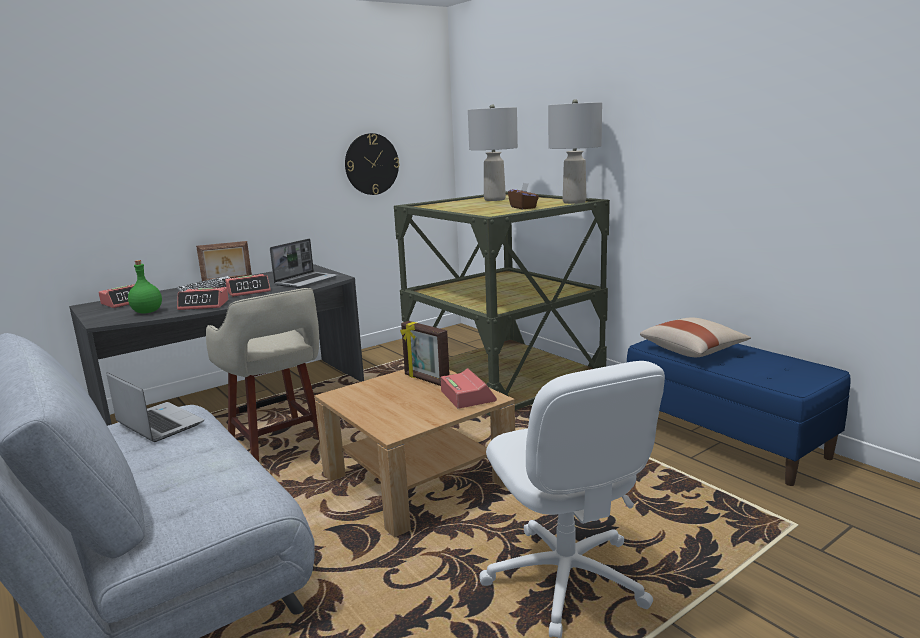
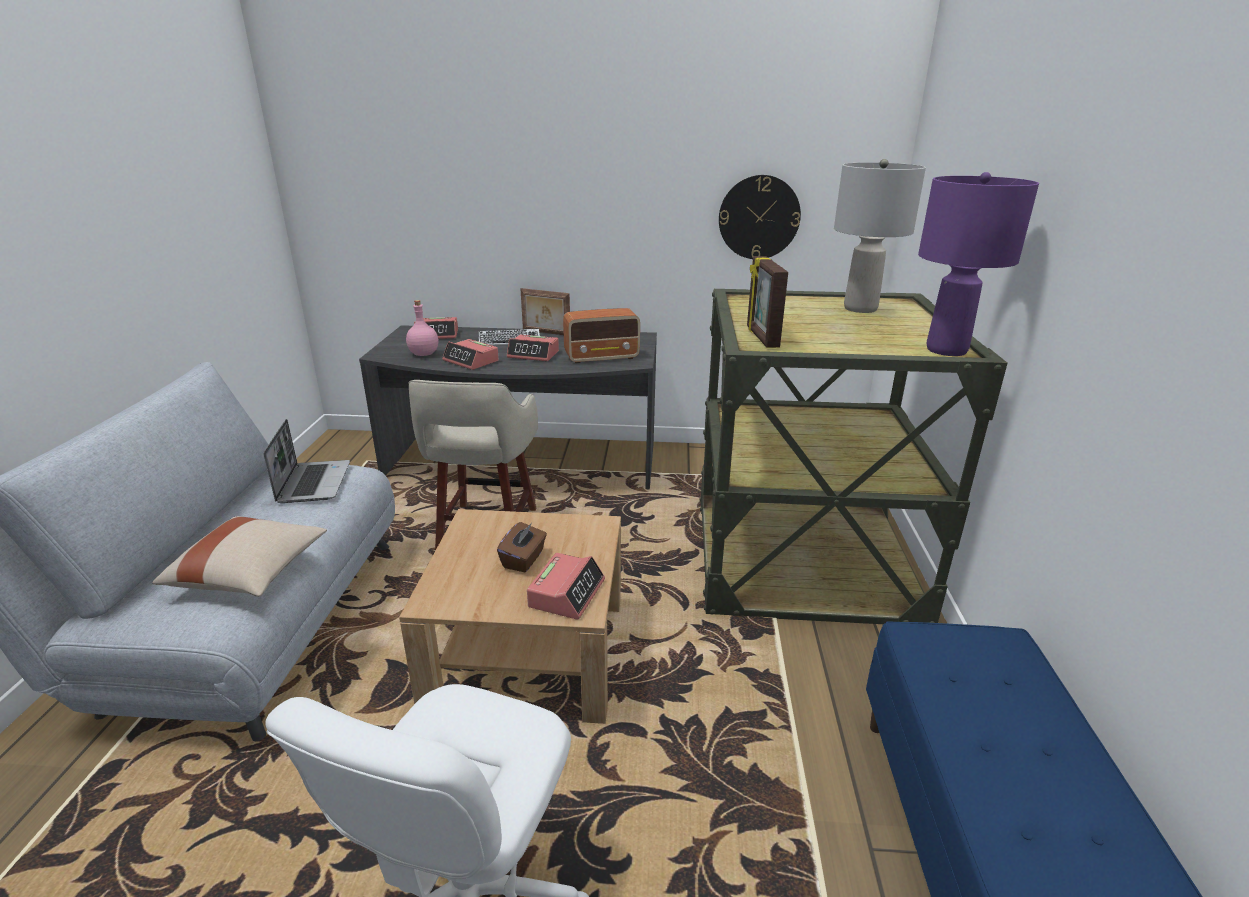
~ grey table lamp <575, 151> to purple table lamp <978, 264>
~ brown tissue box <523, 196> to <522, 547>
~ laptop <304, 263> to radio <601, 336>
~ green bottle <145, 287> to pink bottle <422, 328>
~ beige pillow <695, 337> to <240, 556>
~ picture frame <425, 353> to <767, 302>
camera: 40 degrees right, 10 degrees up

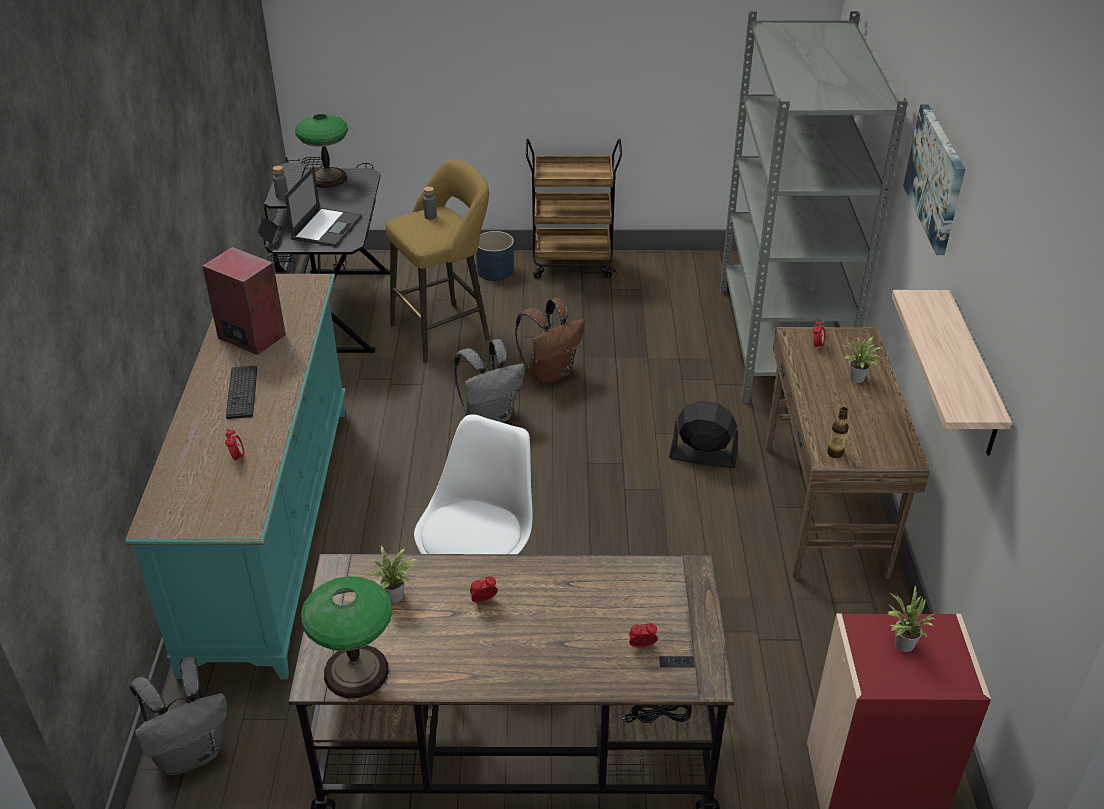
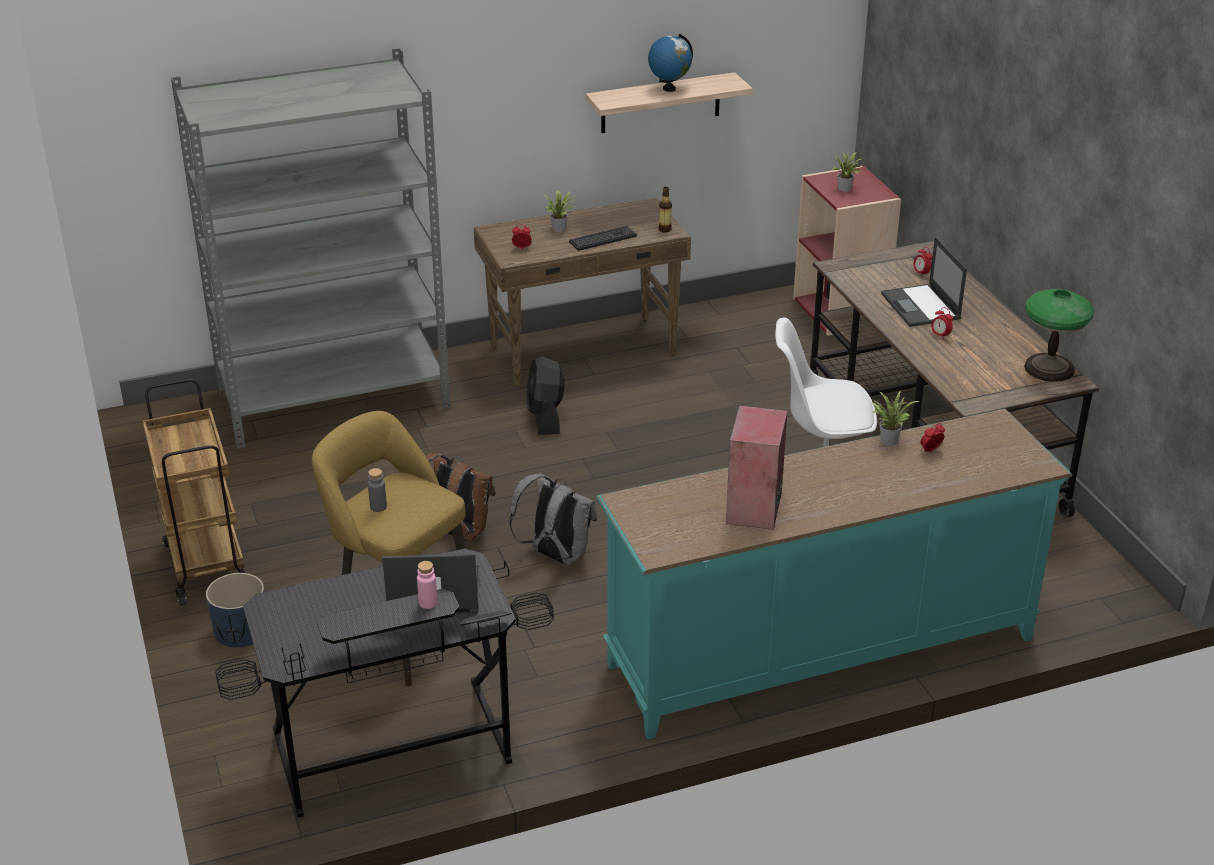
- picture <934, 179>
- table lamp <321, 151>
~ grey bottle <280, 183> to pink bottle <427, 585>
~ keyboard <241, 392> to <603, 238>
~ potted plant <393, 574> to <895, 418>
- grey backpack <178, 716>
+ globe <670, 63>
+ laptop <924, 282>
camera: 110 degrees left, 5 degrees down

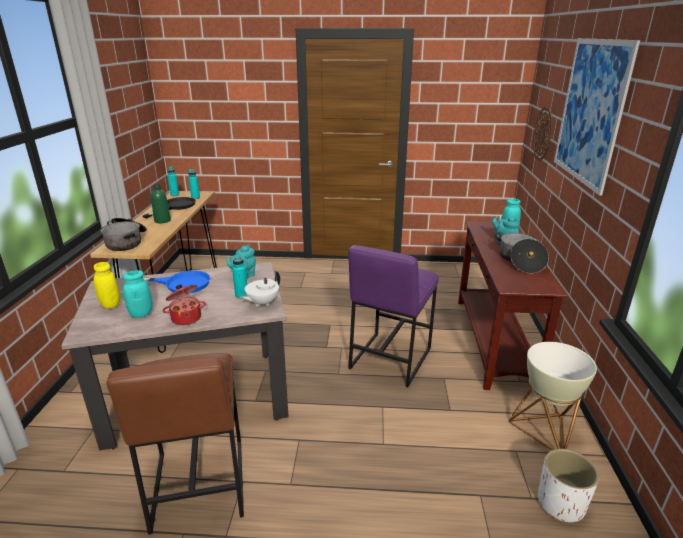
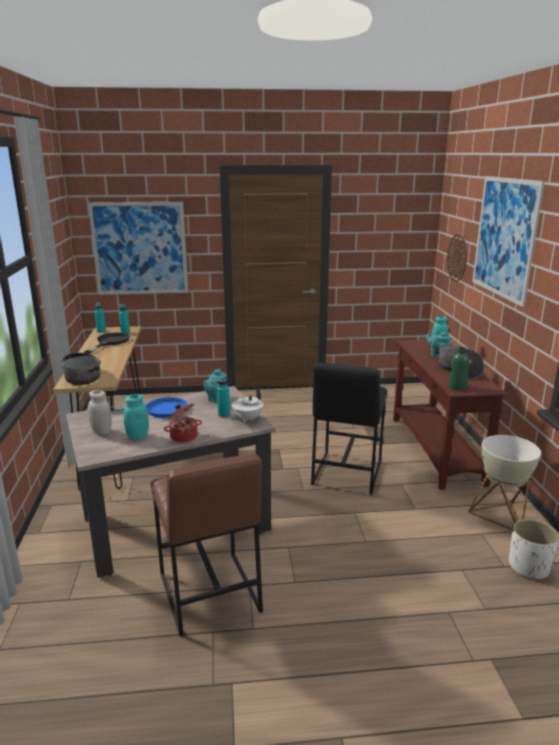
~ green bottle <161, 203> to <458, 368>
~ purple chair <393, 316> to black chair <349, 429>
~ yellow jar <107, 285> to white jar <100, 412>
+ picture <138, 248>
camera: 10 degrees left, 5 degrees down

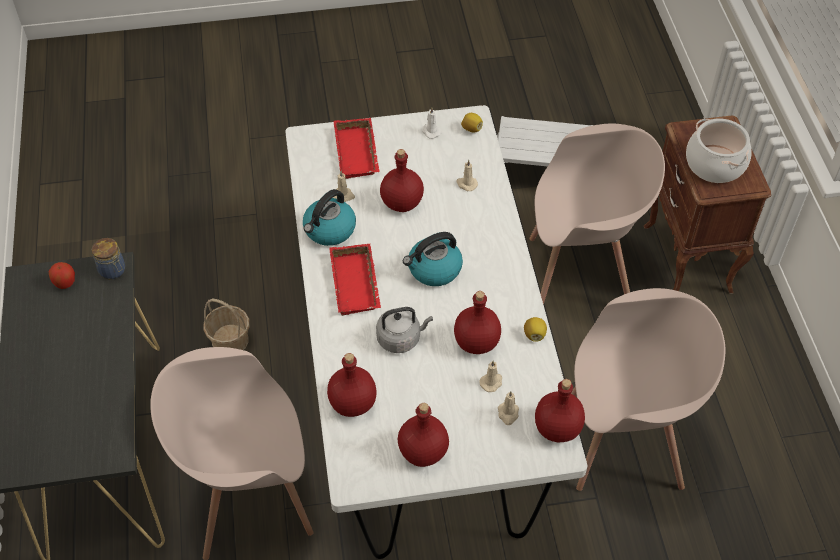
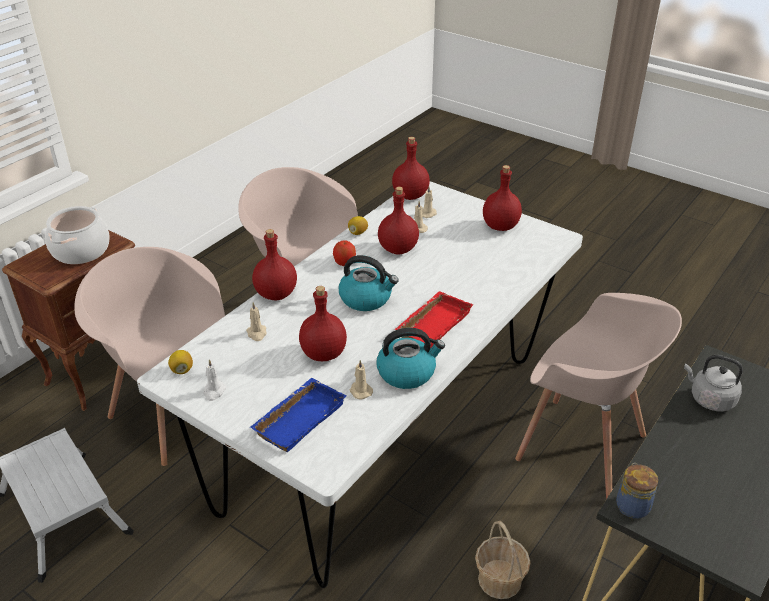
~ red tray <357, 148> to blue tray <298, 415>
~ apple <62, 275> to <344, 253>
~ grey kettle <404, 330> to <713, 383>
~ red bottle <352, 385> to <274, 265>
camera: 135 degrees left, 15 degrees down

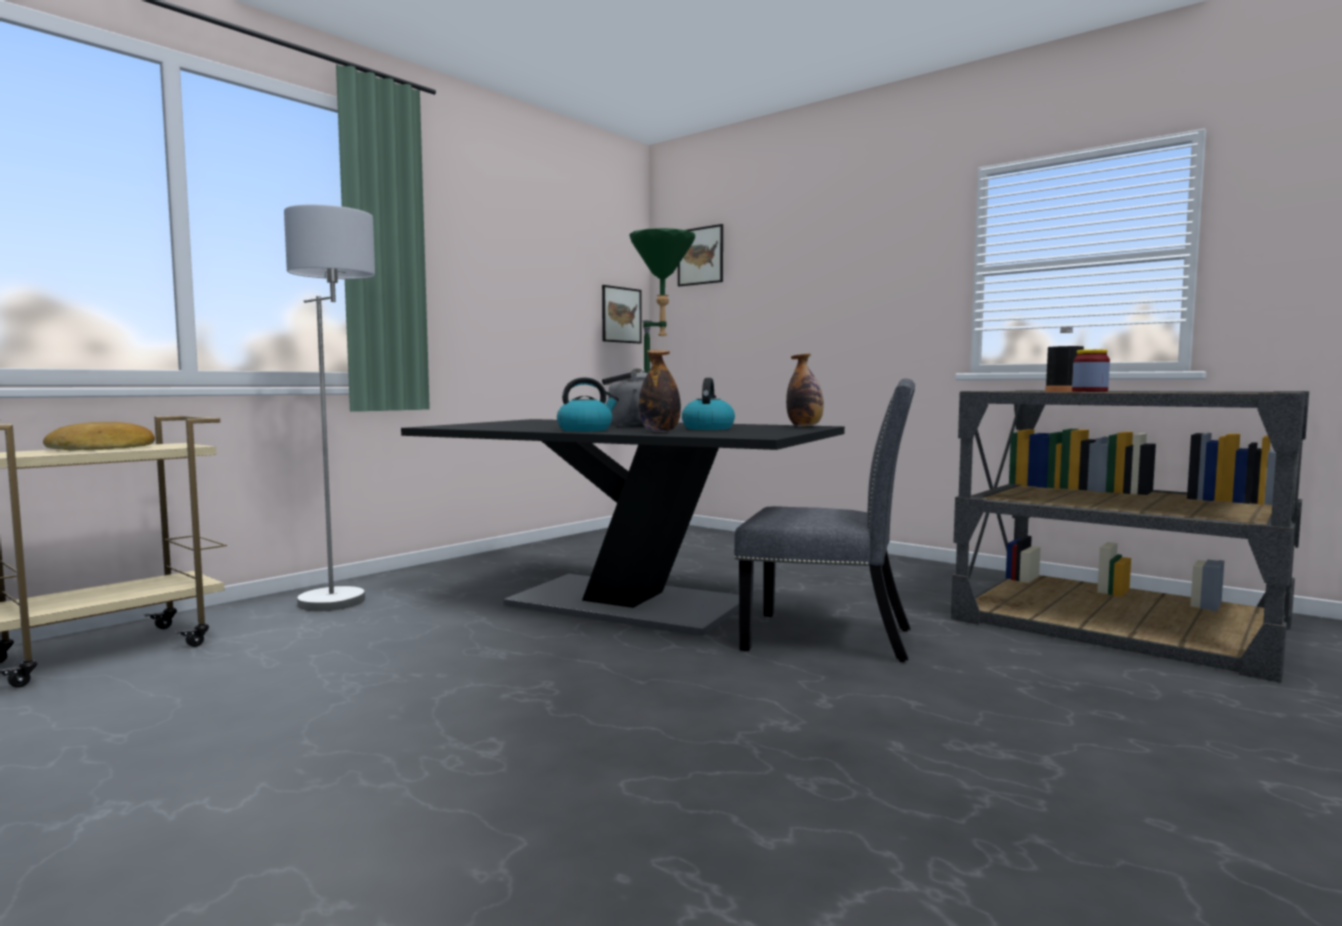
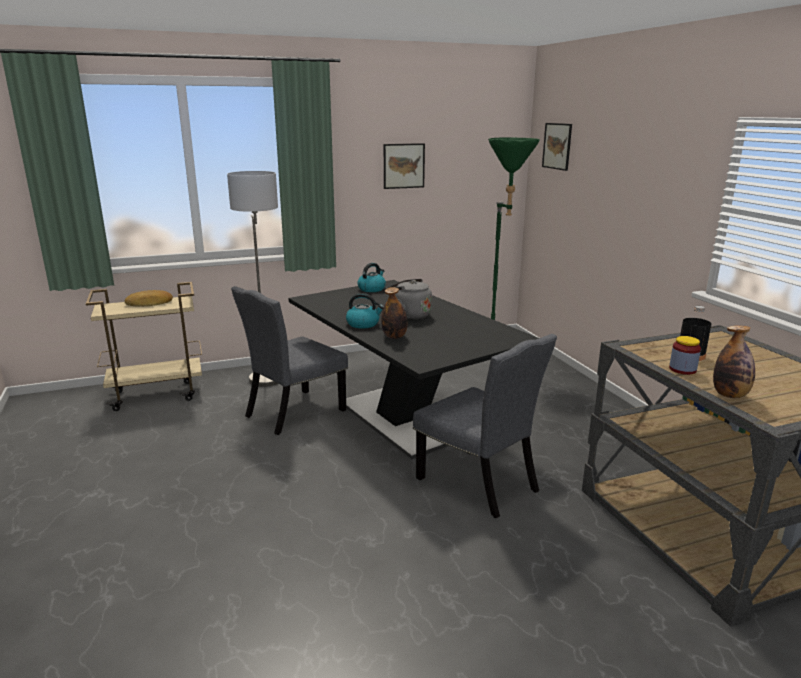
~ picture <622, 314> to <404, 166>
~ bottle <804, 390> to <734, 362>
~ kettle <708, 404> to <372, 277>
+ grey chair <289, 360>
camera: 30 degrees right, 15 degrees up

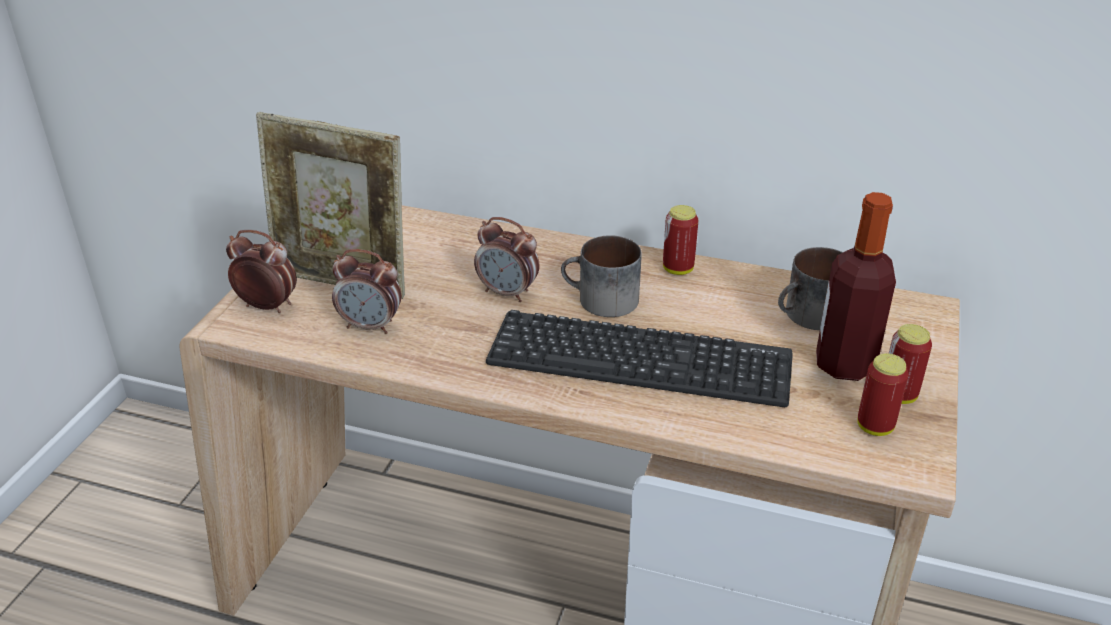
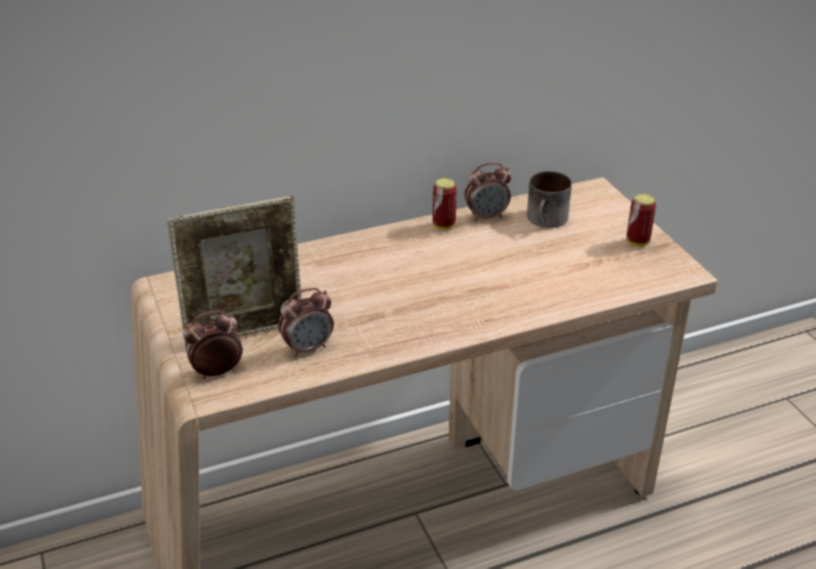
- bottle <856, 286>
~ alarm clock <507, 259> to <488, 192>
- mug <601, 276>
- keyboard <639, 358>
- can <882, 394>
camera: 40 degrees left, 0 degrees up

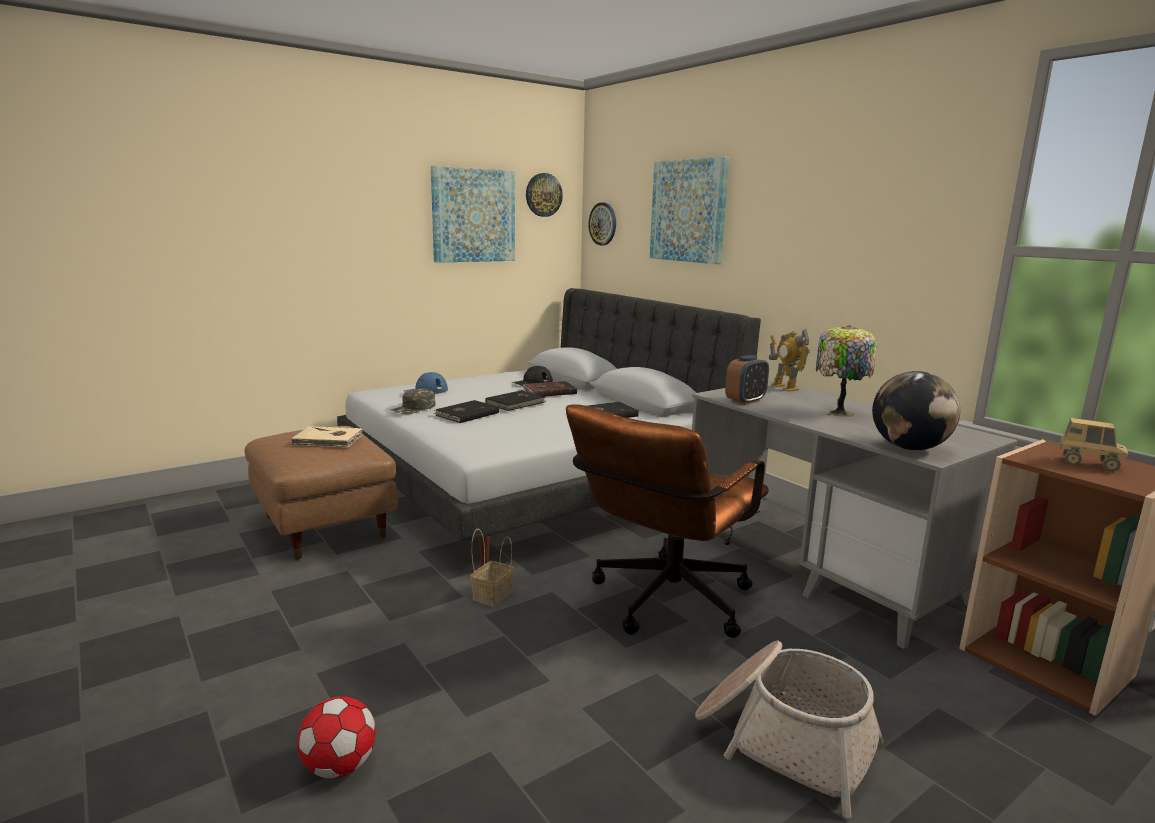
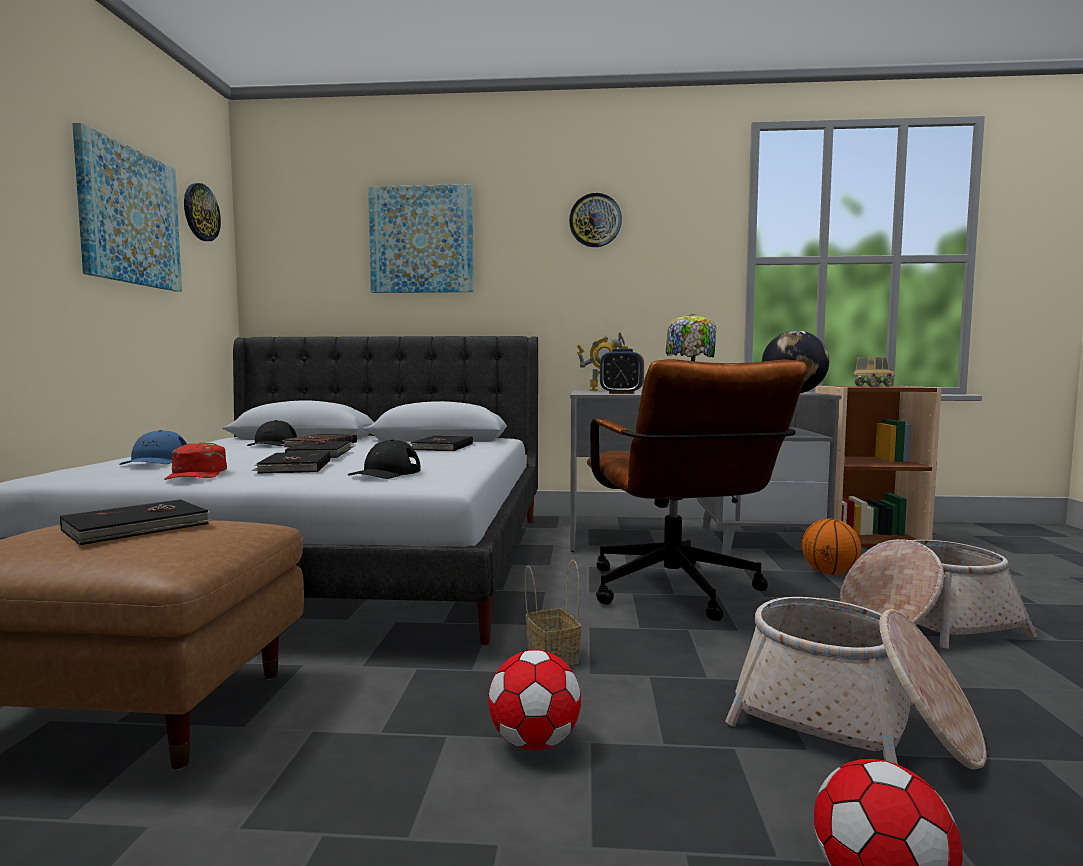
~ wall clock <602, 223> to <595, 220>
~ alarm clock <747, 380> = <622, 371> 105 degrees clockwise
~ green cap <412, 401> to red cap <195, 461>
~ beige book <326, 437> to black book <136, 522>
+ black cap <384, 459>
+ basketball <831, 546>
+ basket <856, 683>
+ football <534, 700>
camera: 50 degrees left, 10 degrees down

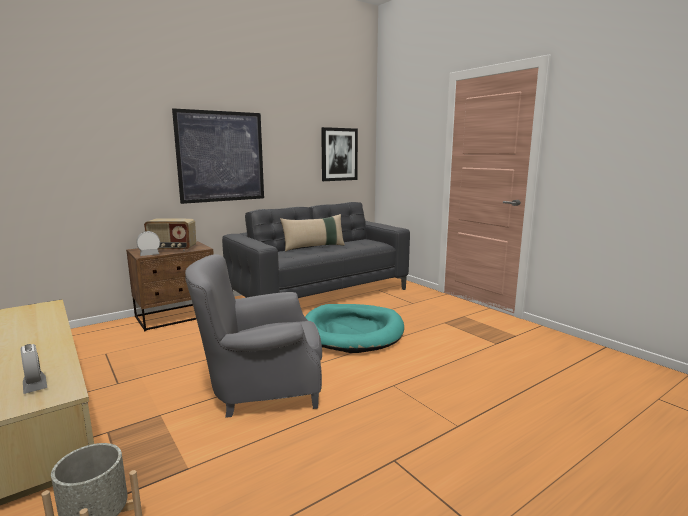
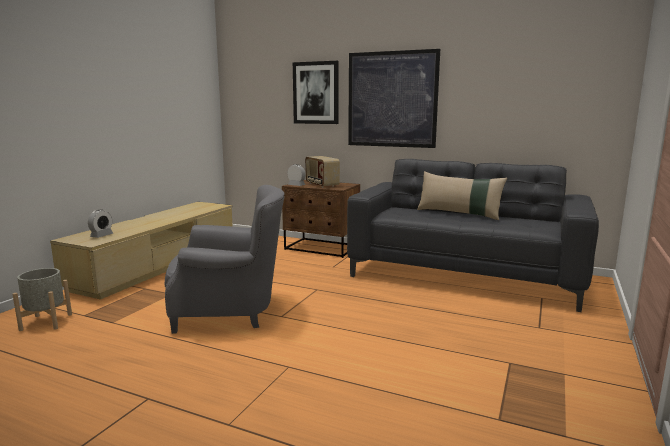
~ picture <339, 154> to <316, 92>
~ grey armchair <253, 336> = <225, 259> 120 degrees clockwise
- turquoise dog bed <354, 328>
camera: 60 degrees right, 0 degrees up

